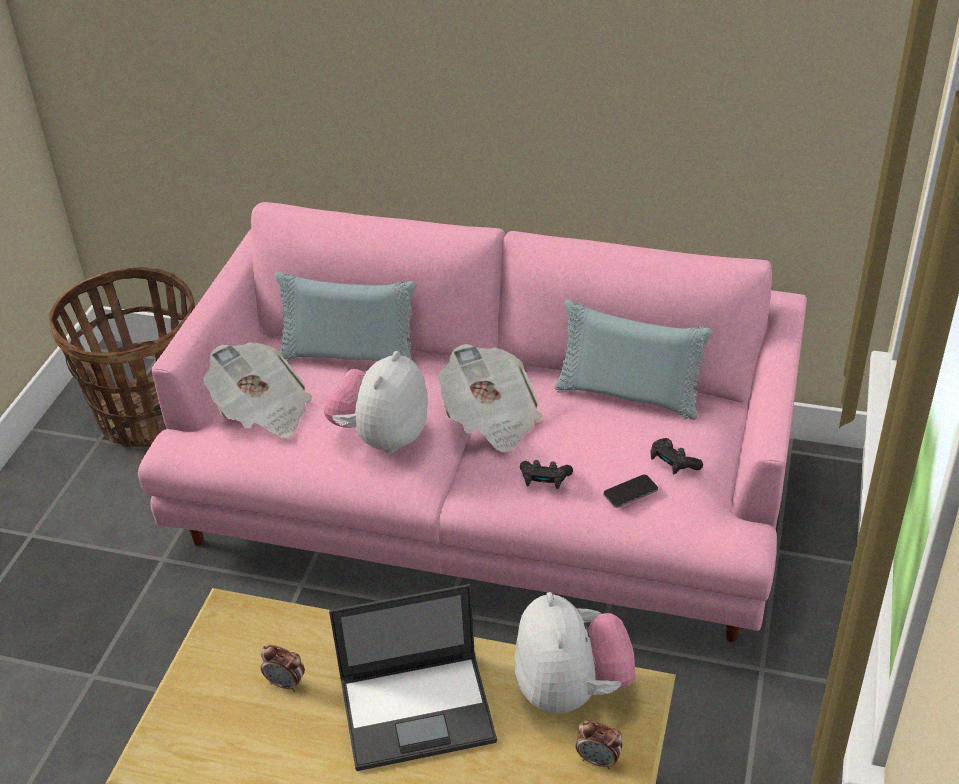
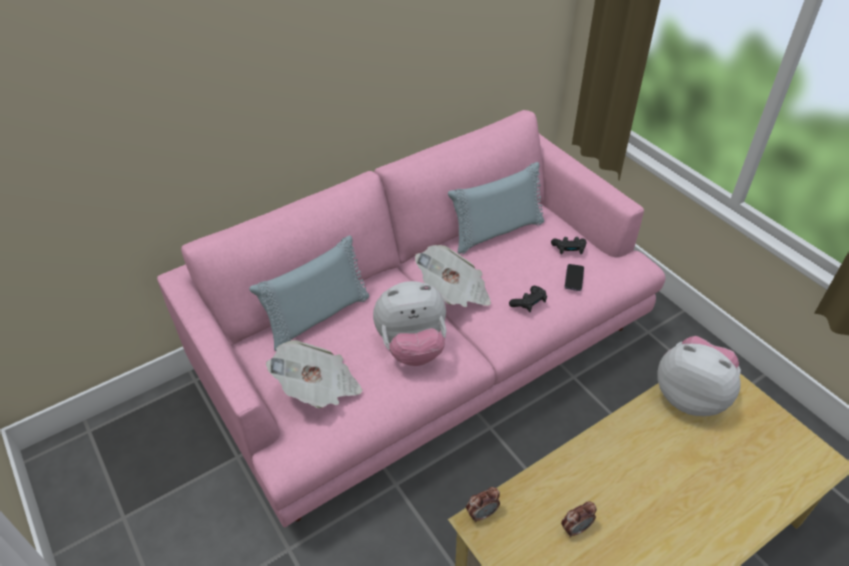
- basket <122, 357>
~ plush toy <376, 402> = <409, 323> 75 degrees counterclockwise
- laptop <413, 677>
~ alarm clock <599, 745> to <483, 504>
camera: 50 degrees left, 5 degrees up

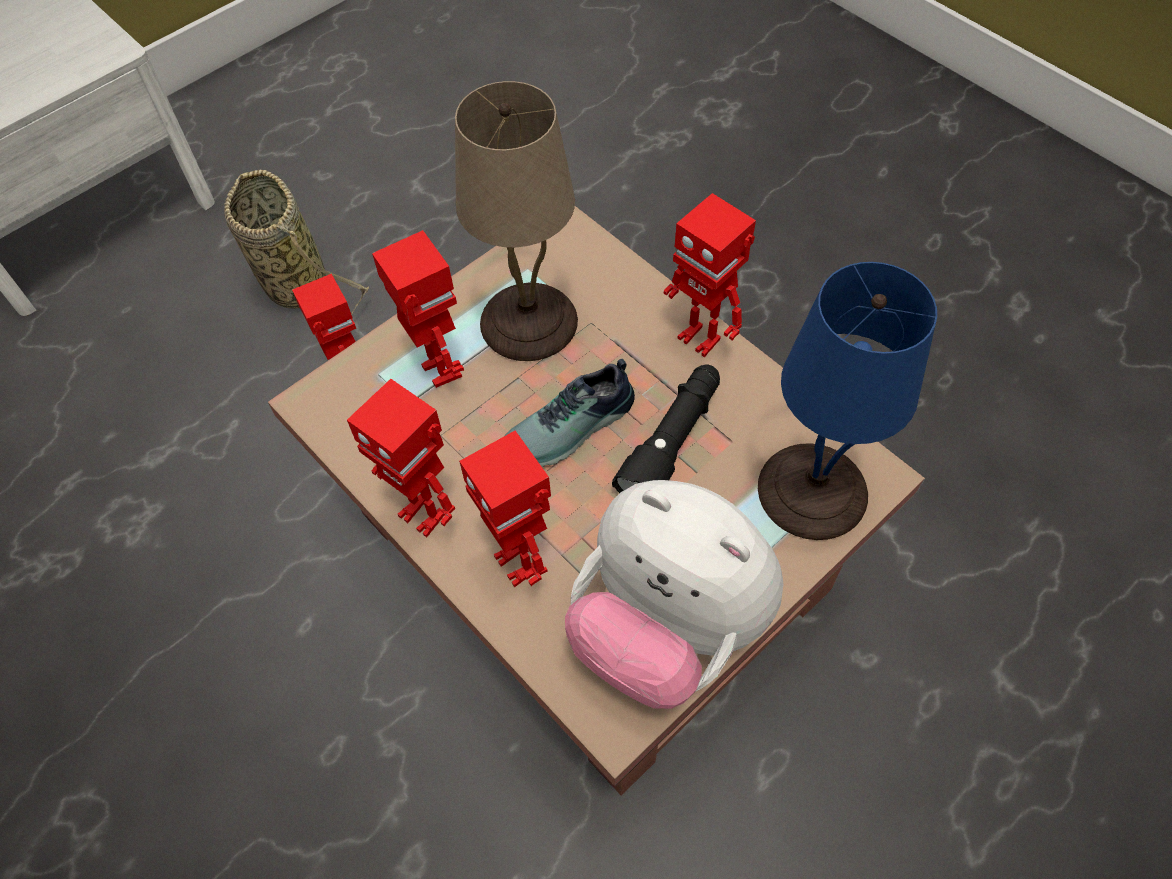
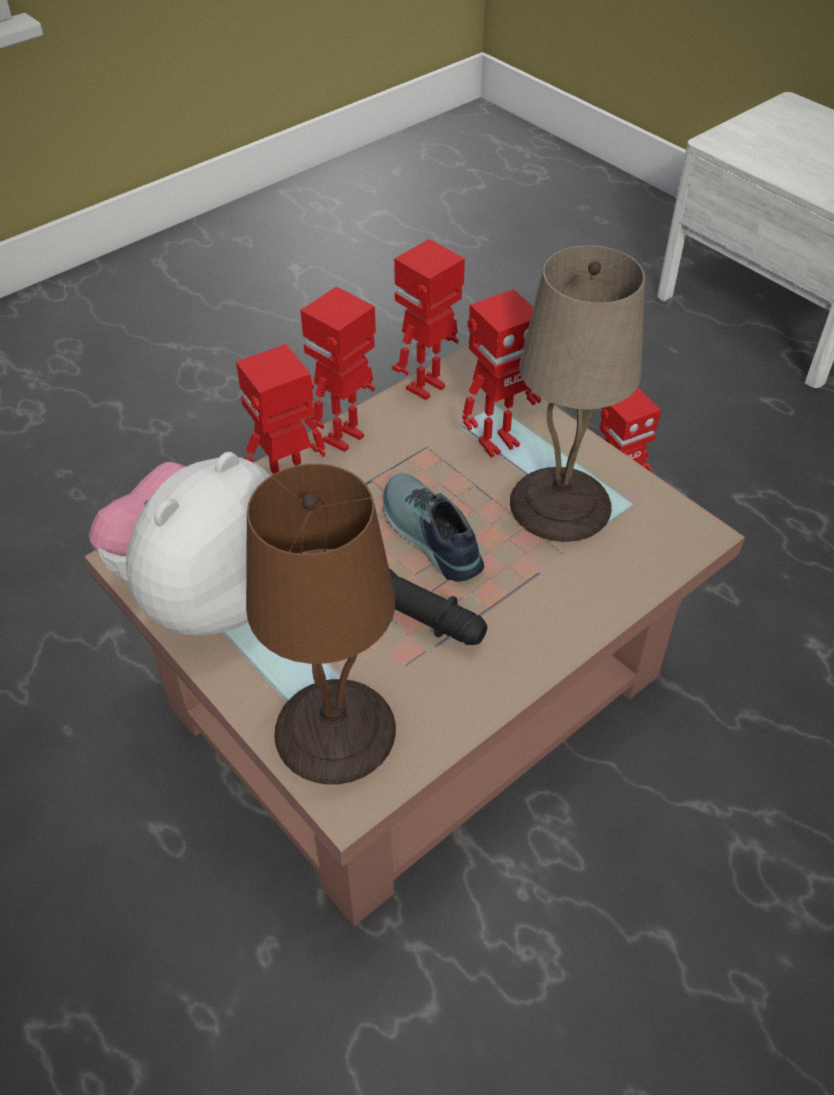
- basket <296, 242>
~ toy robot <710, 275> to <428, 319>
~ blue table lamp <847, 401> to brown table lamp <321, 624>
camera: 90 degrees right, 10 degrees down

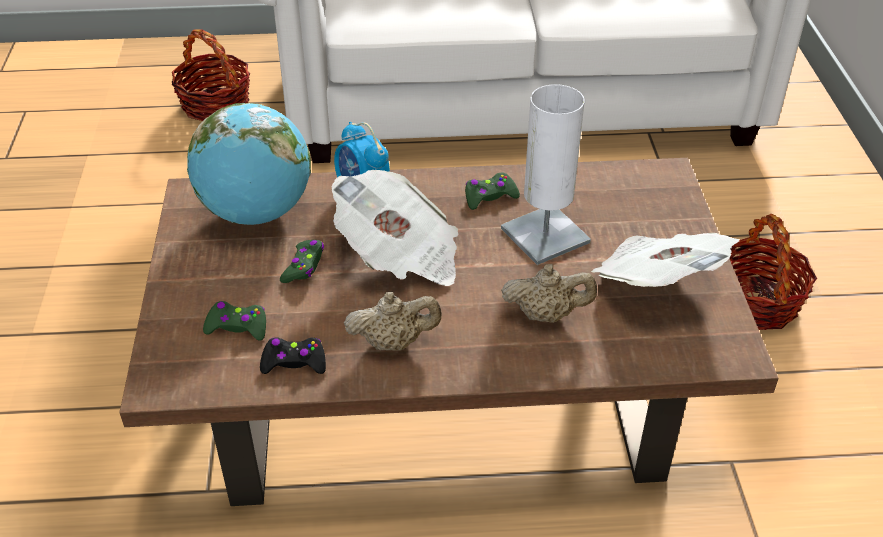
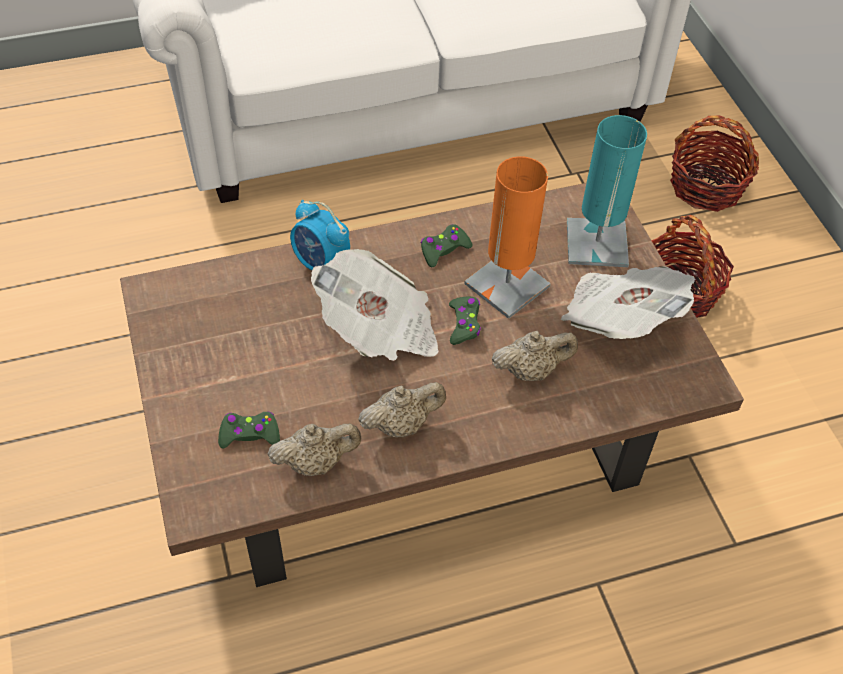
~ basket <211, 75> to <714, 163>
~ white table lamp <546, 174> to orange table lamp <507, 237>
- globe <249, 164>
~ green game controller <302, 261> to <465, 321>
~ black game controller <293, 355> to beige teapot <314, 449>
+ turquoise table lamp <607, 191>
camera: 15 degrees left, 10 degrees up

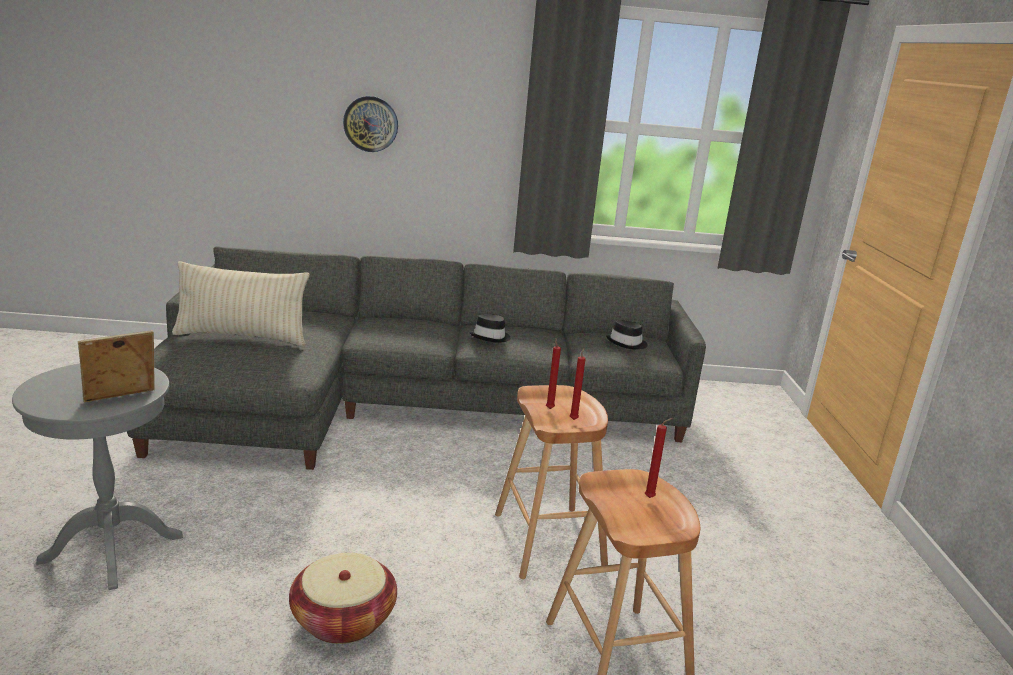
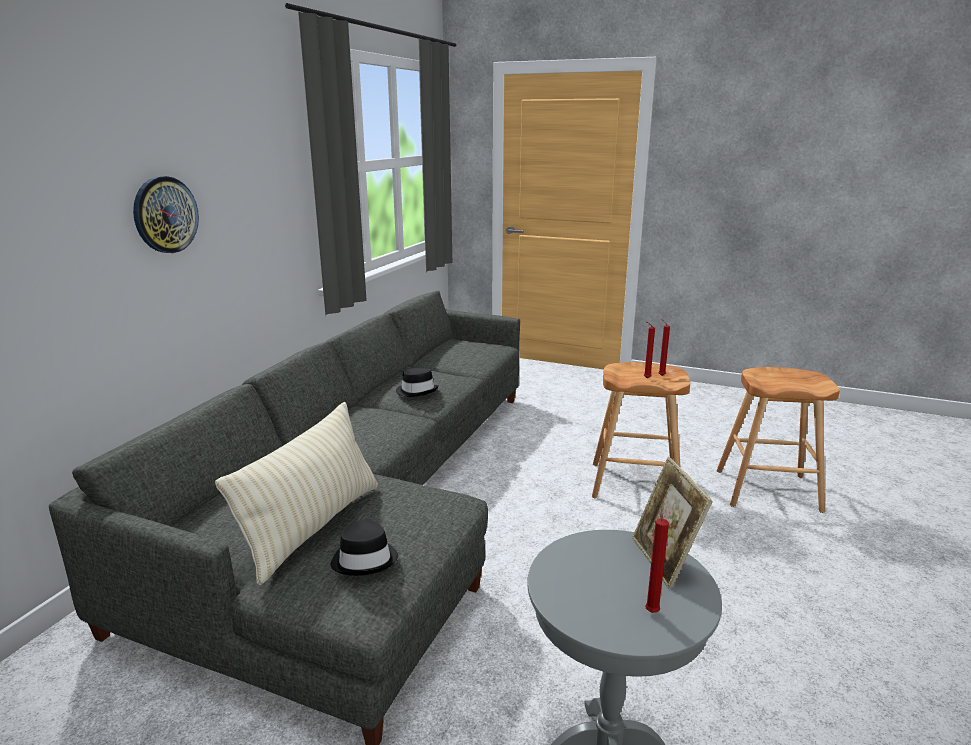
~ black hat <627, 334> to <364, 548>
~ red candle <659, 458> to <657, 558>
- basket <343, 598>
camera: 65 degrees left, 0 degrees up

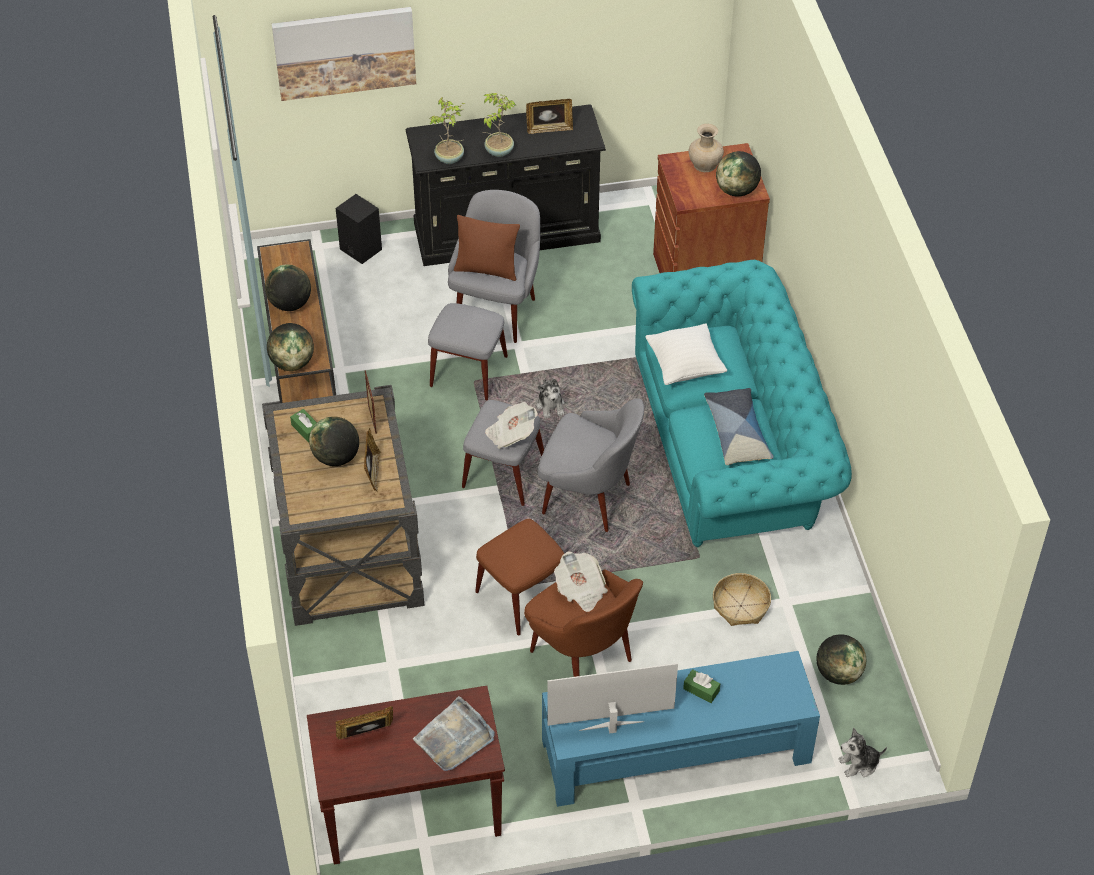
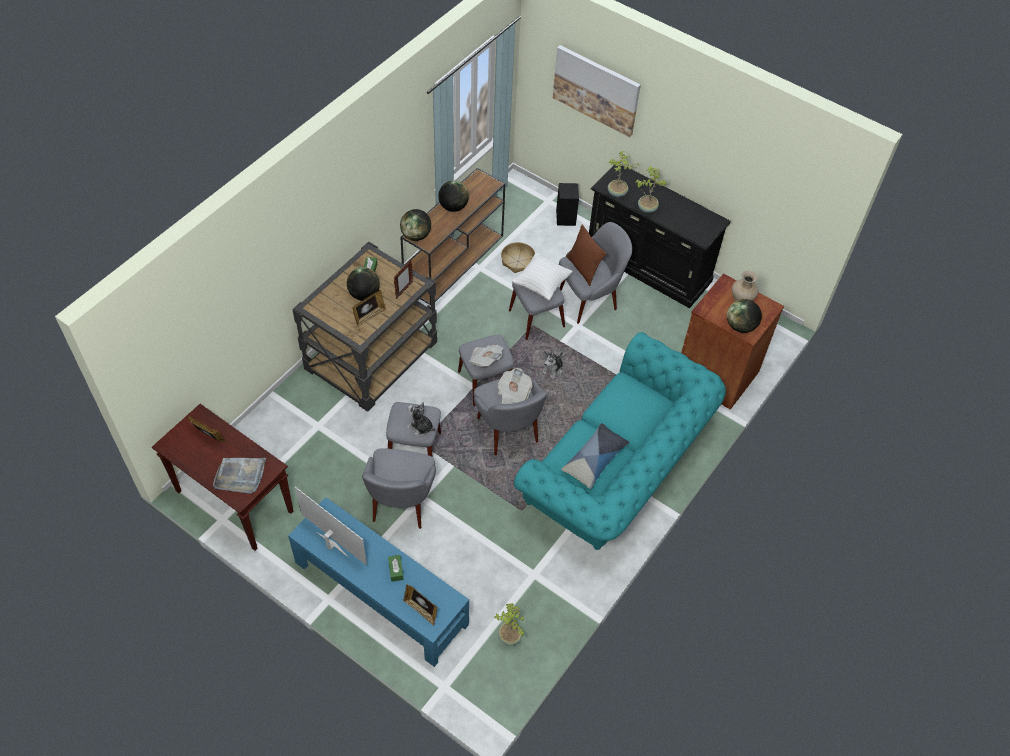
~ picture frame <549, 116> to <420, 605>
~ white pillow <686, 354> to <542, 276>
~ brown armchair <559, 598> to grey armchair <401, 465>
~ newspaper <581, 581> to <514, 386>
~ basket <742, 599> to <518, 257>
~ globe <841, 659> to potted plant <509, 624>
~ plush toy <863, 752> to <421, 419>
camera: 45 degrees right, 5 degrees up

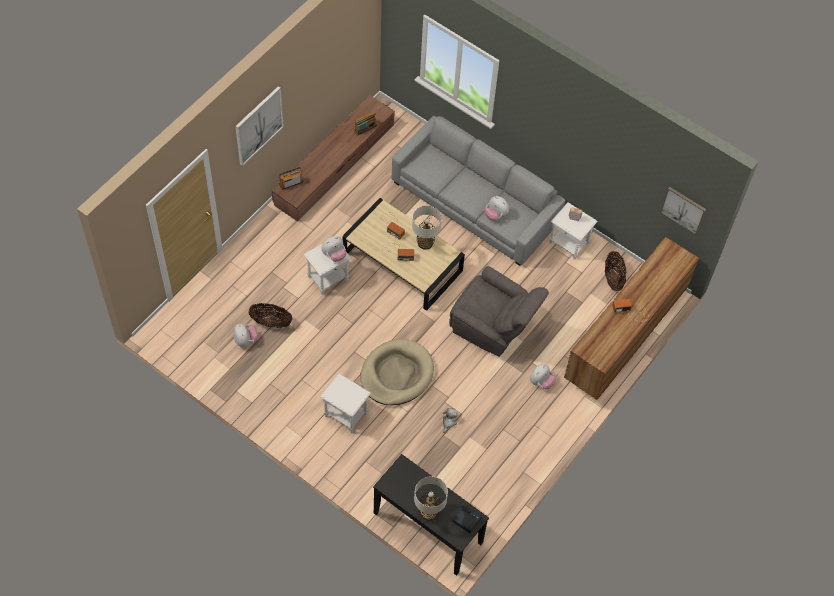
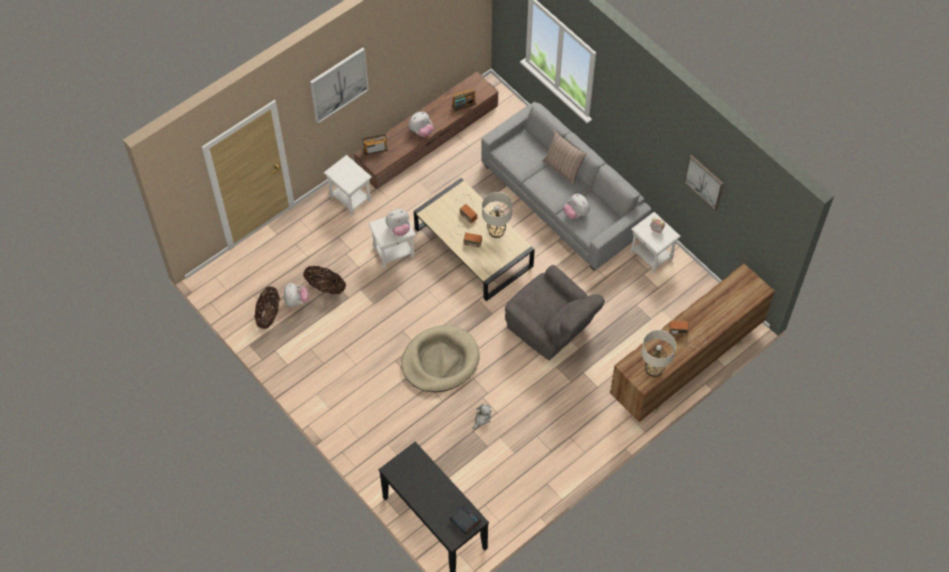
~ picture <683, 211> to <704, 182>
~ basket <615, 271> to <267, 307>
~ plush toy <543, 377> to <421, 124>
~ white side table <345, 403> to <347, 185>
~ table lamp <431, 498> to <658, 353>
+ pillow <565, 157>
camera: 15 degrees right, 0 degrees up

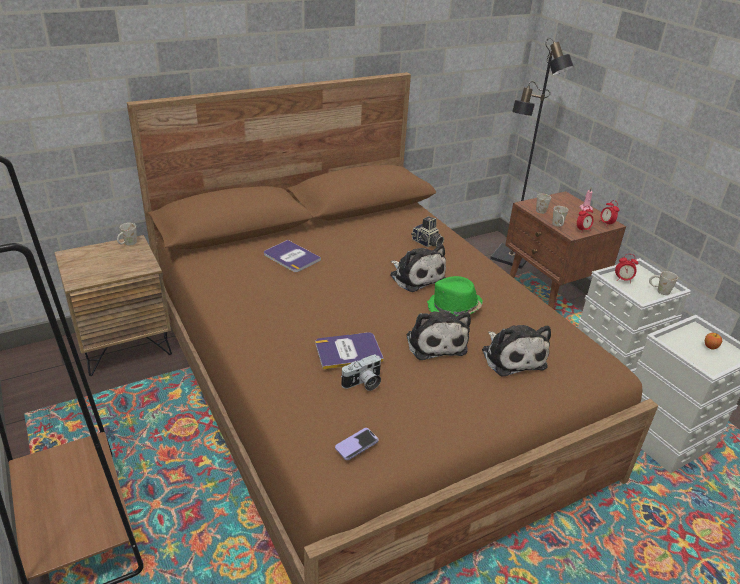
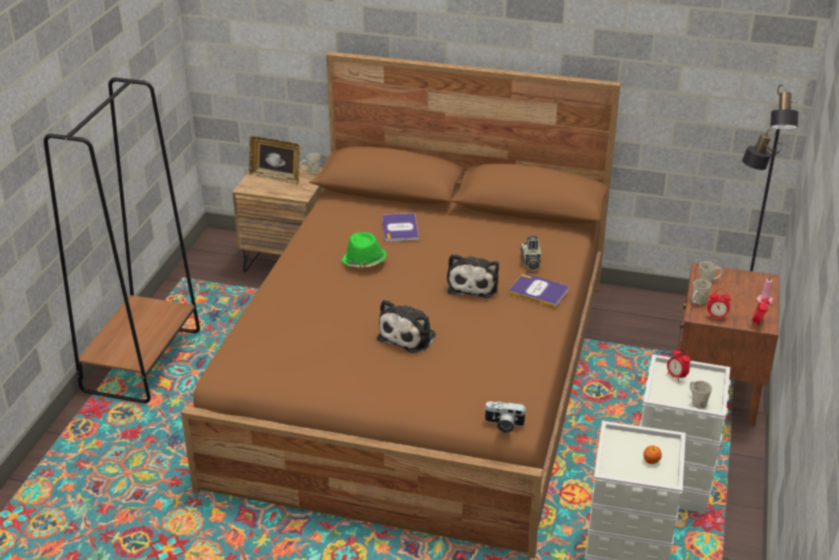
~ green hat <455, 296> to <364, 249>
- plush toy <516, 351>
~ book <350, 350> to <538, 291>
~ photo camera <361, 372> to <506, 417>
- phone <357, 444>
+ picture frame <274, 160>
camera: 45 degrees right, 0 degrees up

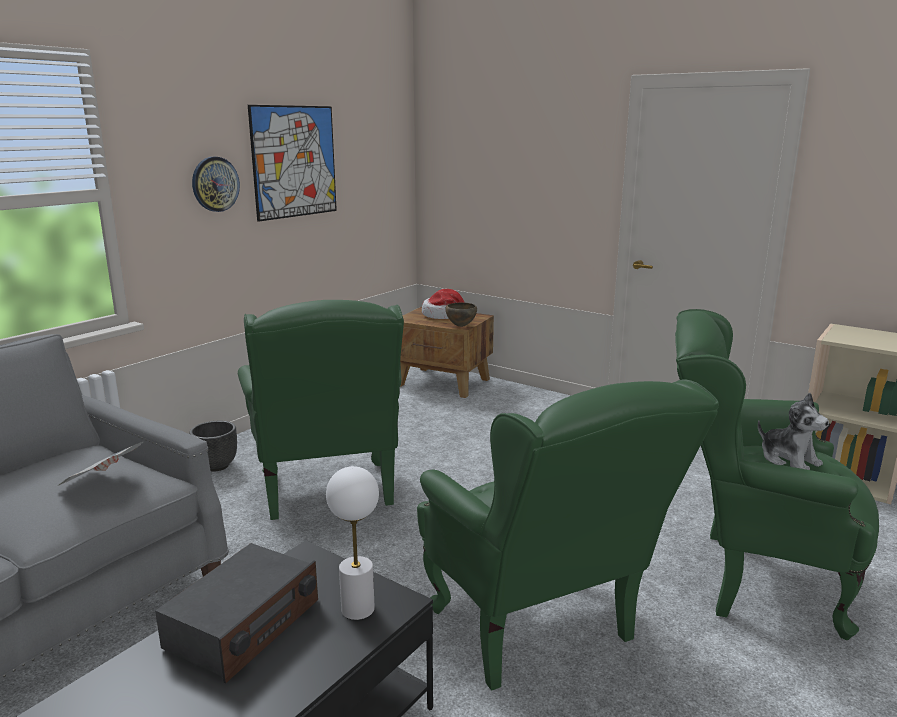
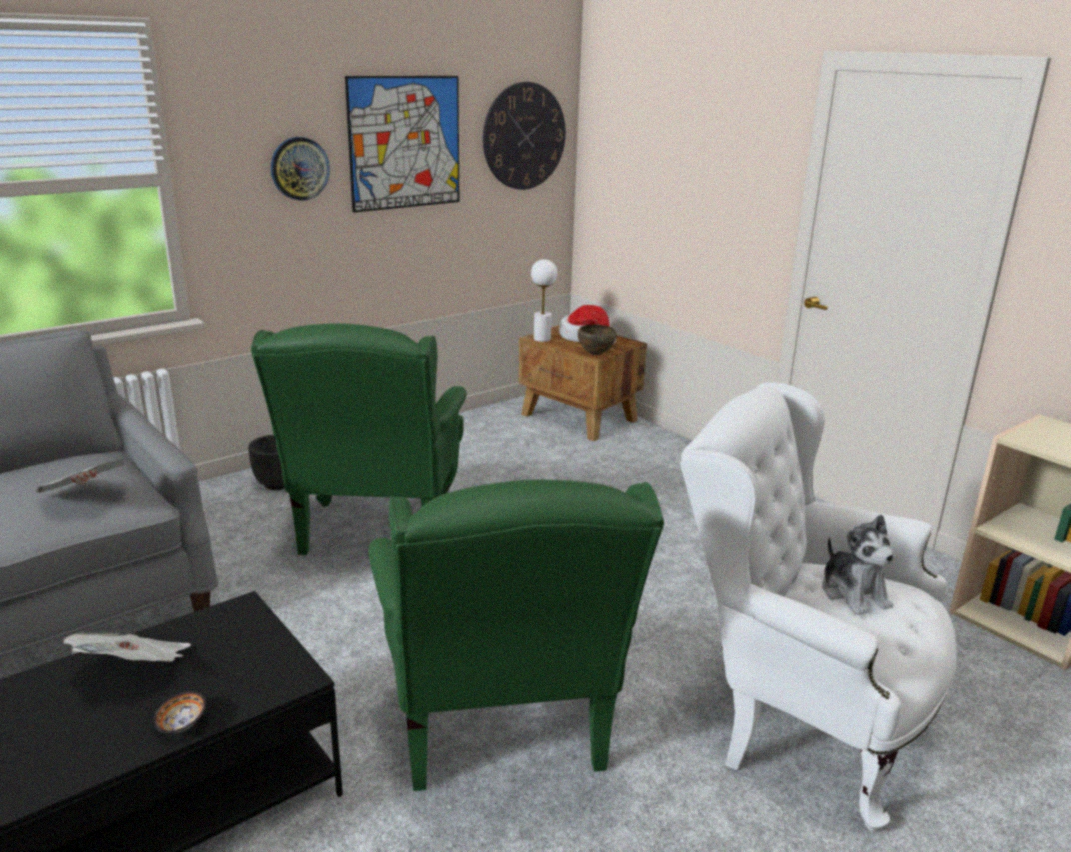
~ green armchair <777, 474> to white armchair <818, 607>
~ white table lamp <352, 543> to <544, 300>
~ radio <236, 613> to newspaper <127, 647>
+ wall clock <524, 136>
+ bowl <180, 712>
camera: 15 degrees right, 5 degrees up

